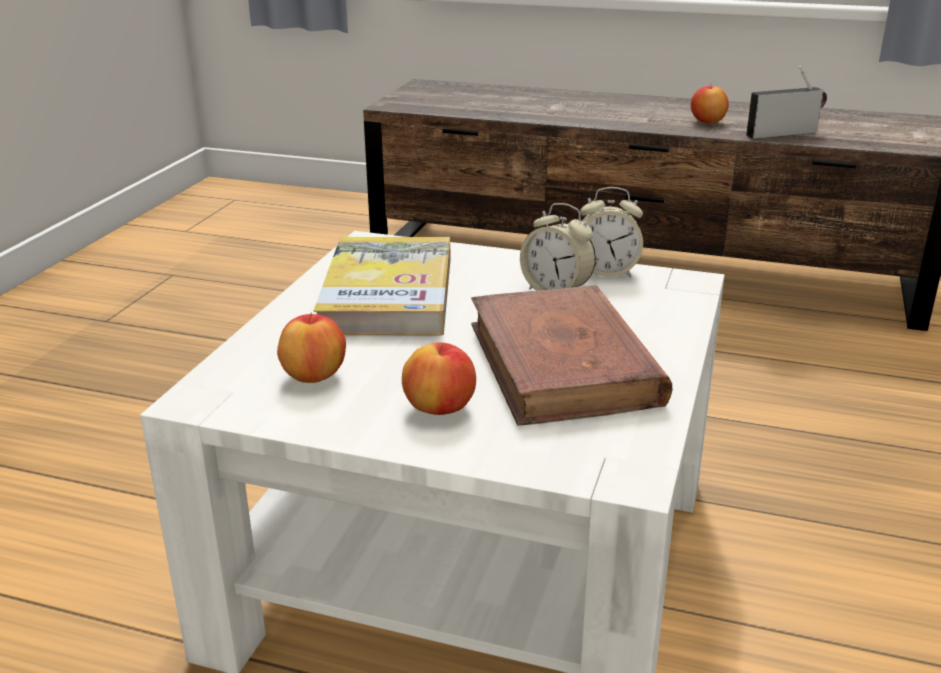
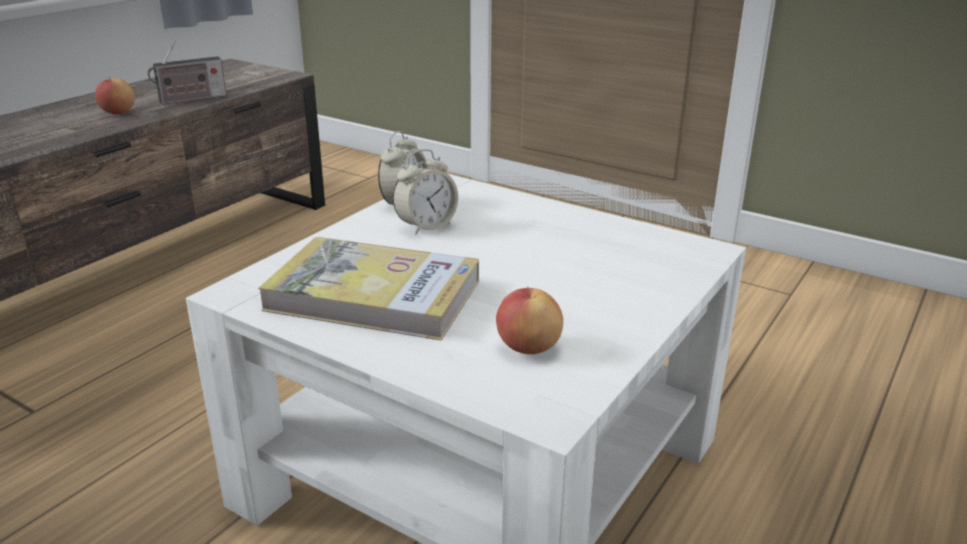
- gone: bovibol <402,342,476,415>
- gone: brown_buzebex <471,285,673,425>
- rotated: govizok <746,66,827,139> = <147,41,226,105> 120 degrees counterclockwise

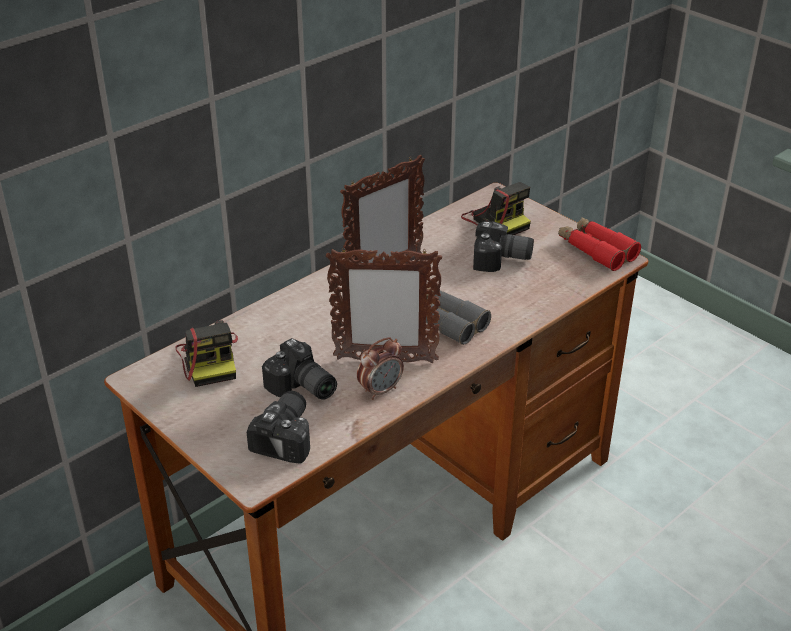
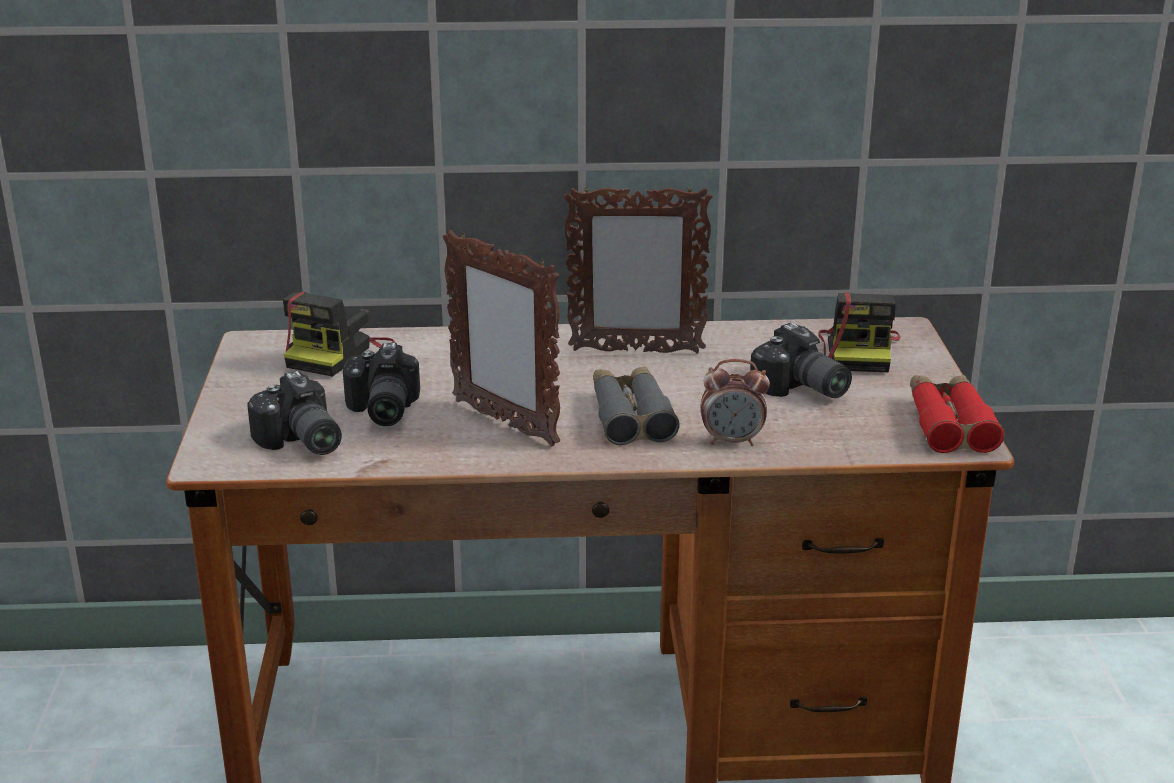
- rotated: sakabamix <246,391,310,464> = <247,371,342,455> 90 degrees clockwise
- shifted: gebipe <357,337,404,400> to <701,359,770,446>

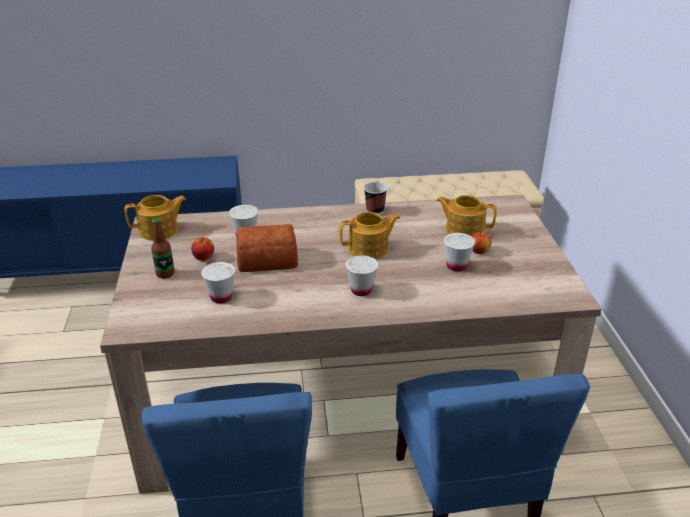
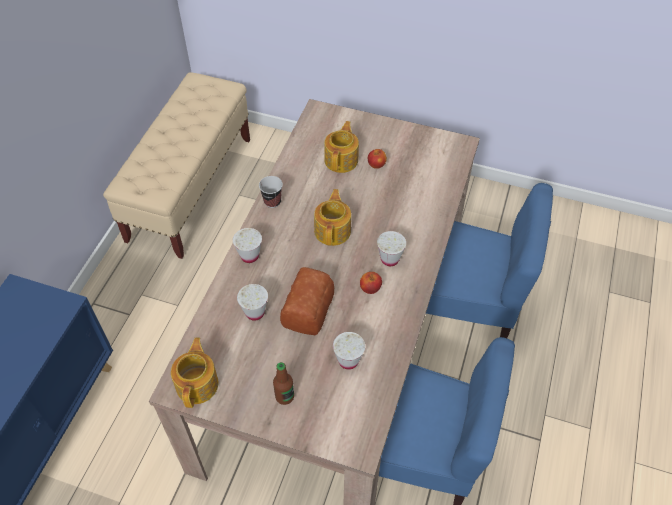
- shifted: bovibol <191,237,214,261> to <360,272,382,294>
- rotated: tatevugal <436,195,497,236> = <324,121,359,173> 150 degrees clockwise
- shifted: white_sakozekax <443,233,475,272> to <233,228,262,263>

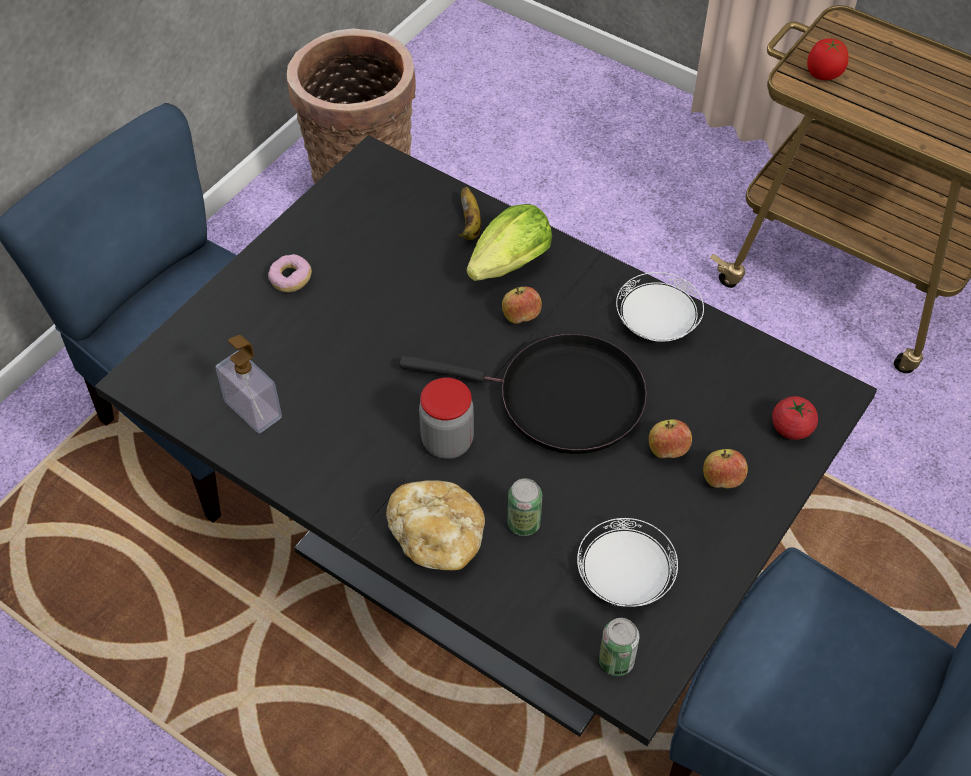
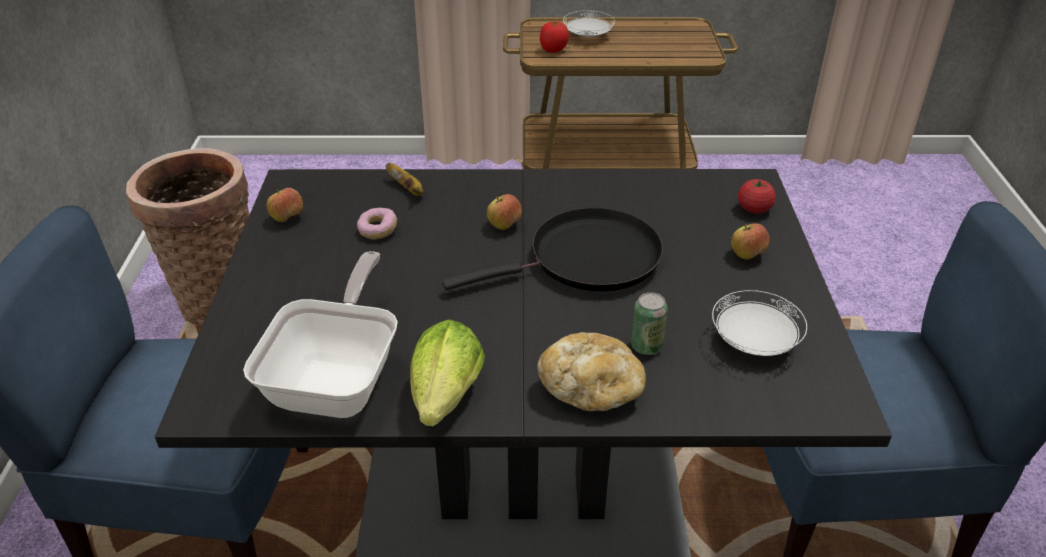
- swapped: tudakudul <216,335,282,433> to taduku <243,251,398,418>
- shifted: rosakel <268,254,312,292> to <357,208,397,240>
- gone: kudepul <419,378,474,459>
- shifted: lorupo <467,204,552,281> to <410,319,485,426>
- gone: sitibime <599,618,639,676>
- shifted: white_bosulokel <616,272,704,342> to <563,10,615,37>
- shifted: bovibol <649,419,692,458> to <266,188,303,222>

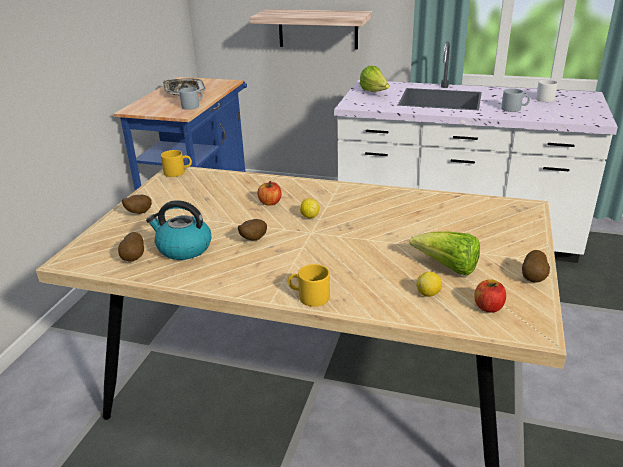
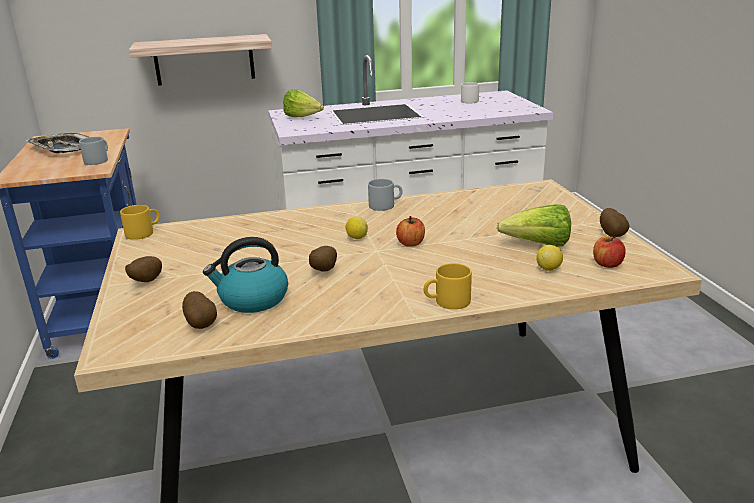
- shifted: bovibol <257,181,281,206> to <396,216,425,247>
- shifted: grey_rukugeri <501,88,530,112> to <368,179,403,211>

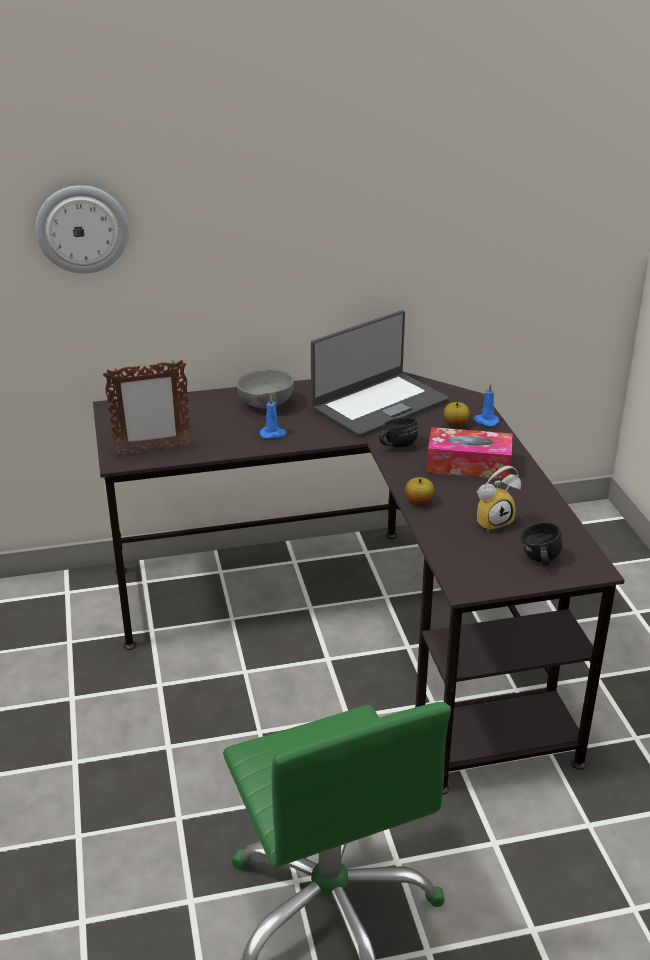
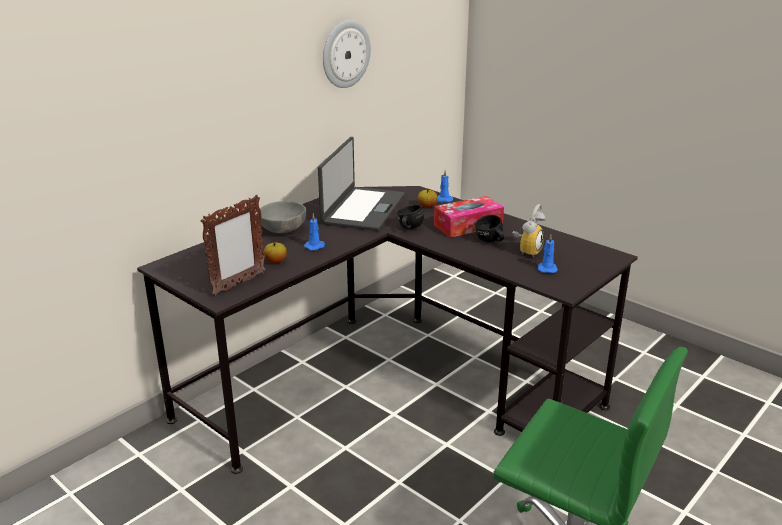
- shifted: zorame <35,185,129,274> to <323,20,371,88>
- shifted: bovibol <405,477,434,504> to <264,243,287,263>
- shifted: black_rukugeri <521,522,562,566> to <475,215,504,242>
- new: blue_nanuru <538,235,558,273>

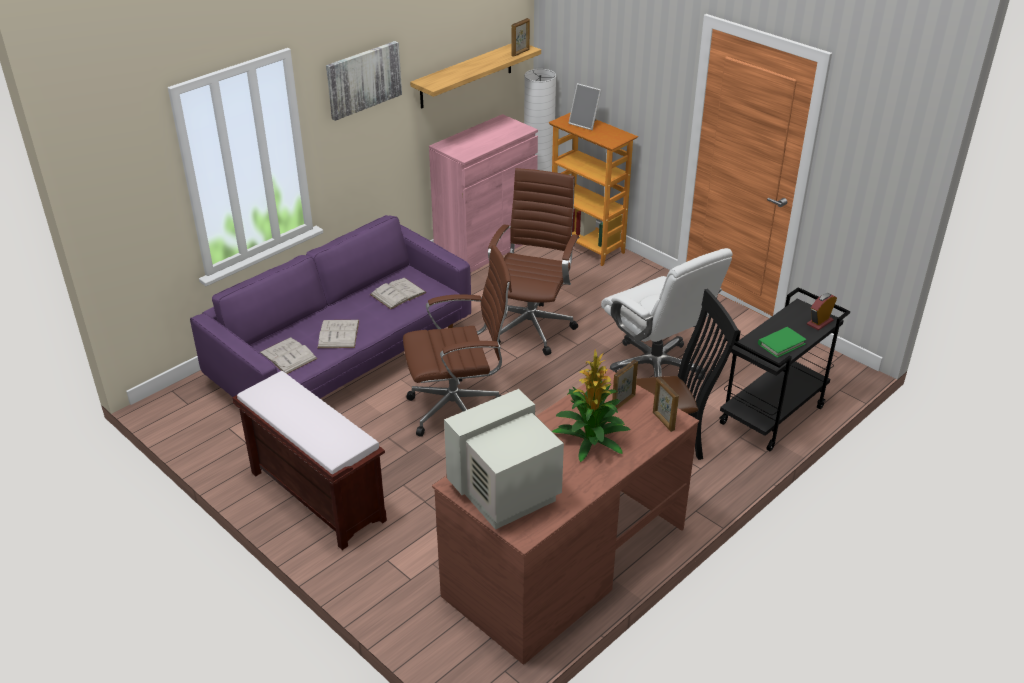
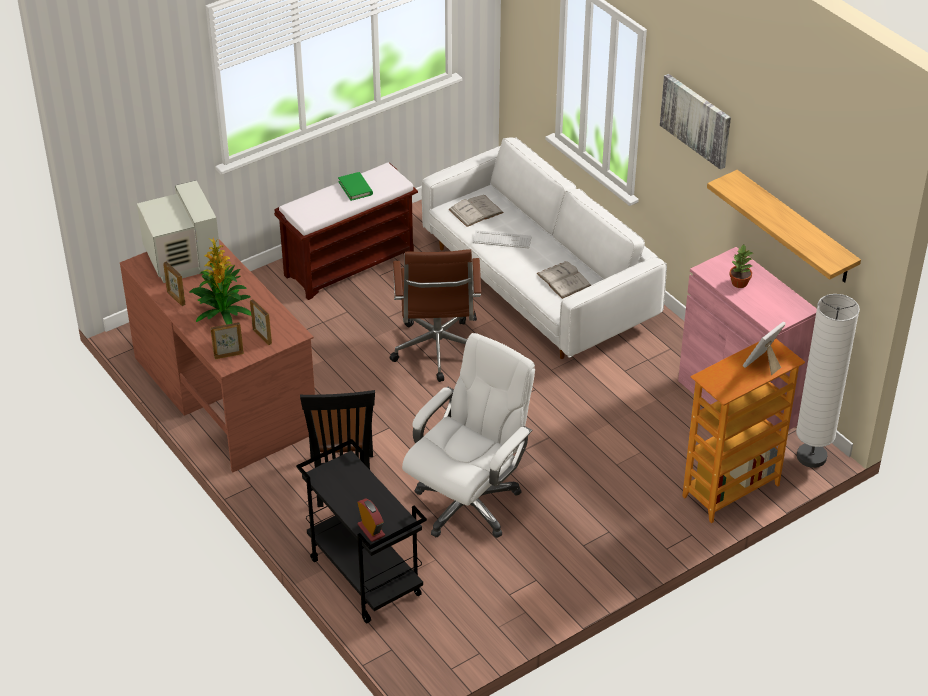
- repainted: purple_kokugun <190,215,471,398> to white_kokugun <422,137,667,359>
- swapped: white_buzebex <318,320,359,348> to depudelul <473,230,532,249>
- gone: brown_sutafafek <488,168,580,356>
- shifted: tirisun <511,18,530,57> to <163,261,185,306>
- rotated: white_sutafafek <601,248,733,380> = <402,333,535,538> 150 degrees clockwise
- shifted: green_buzebex <758,327,807,358> to <338,172,373,201>
- new: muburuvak <729,245,753,288>

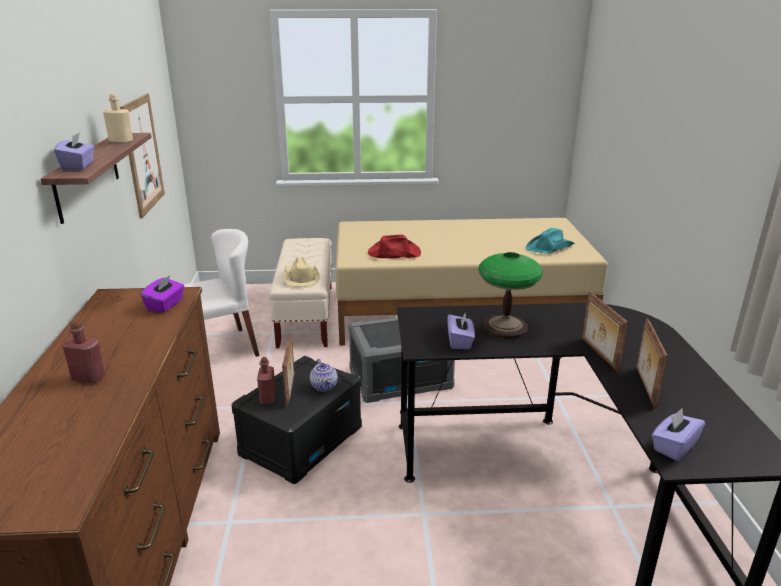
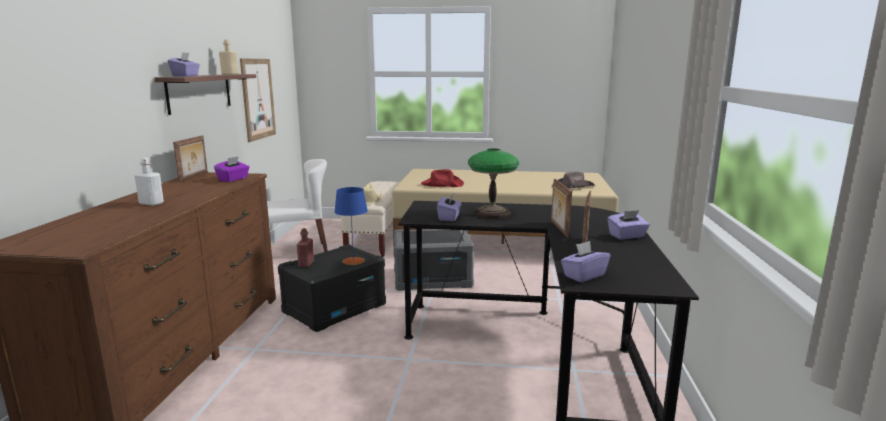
- repainted: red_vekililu <62,321,105,384> to white_vekililu <134,157,164,206>
- shifted: tirisun <282,334,295,408> to <173,135,208,183>
- swapped: tatevugal <310,359,338,392> to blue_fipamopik <334,187,368,265>
- repainted: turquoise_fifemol <526,228,575,253> to brown_fifemol <552,171,594,189>
- new: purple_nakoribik <607,210,650,239>

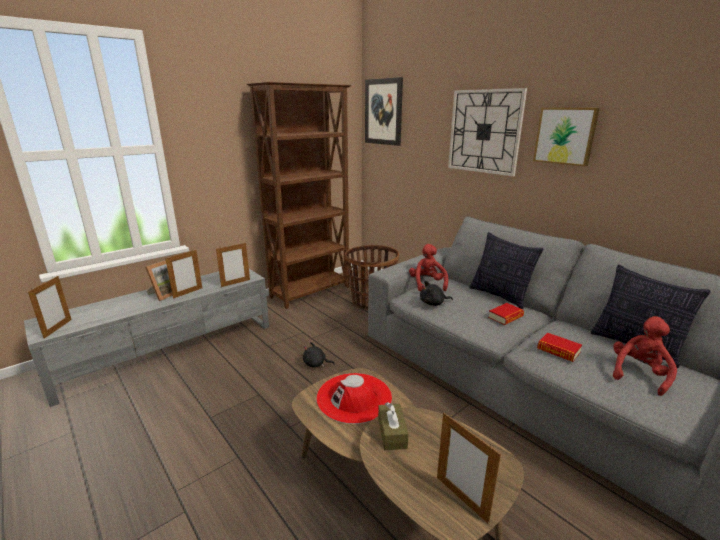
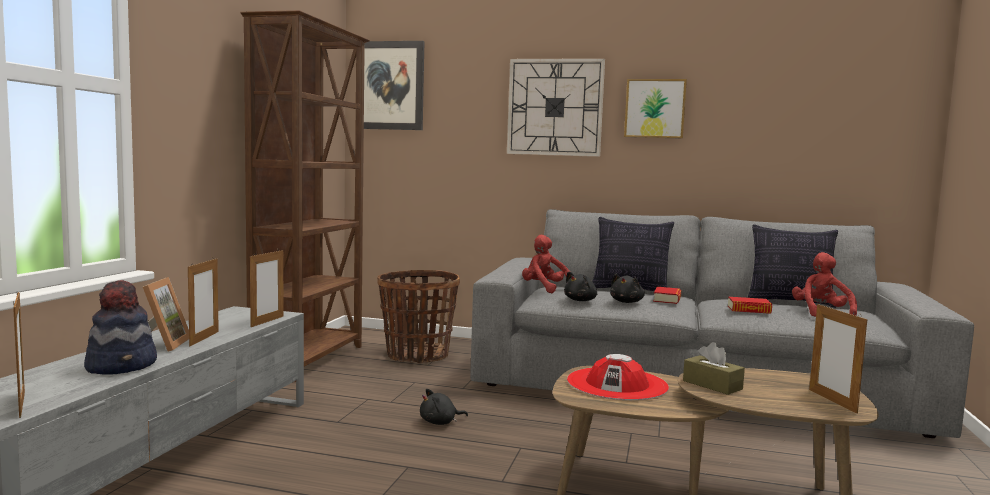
- rotated: tirisun <437,413,501,524> = <809,303,867,414> 60 degrees clockwise
- new: fifemol <84,280,157,375>
- new: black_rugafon <610,274,645,303>

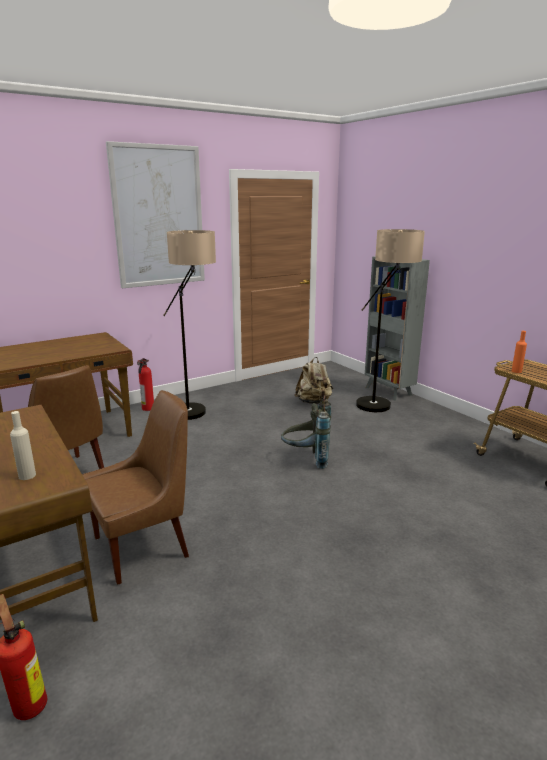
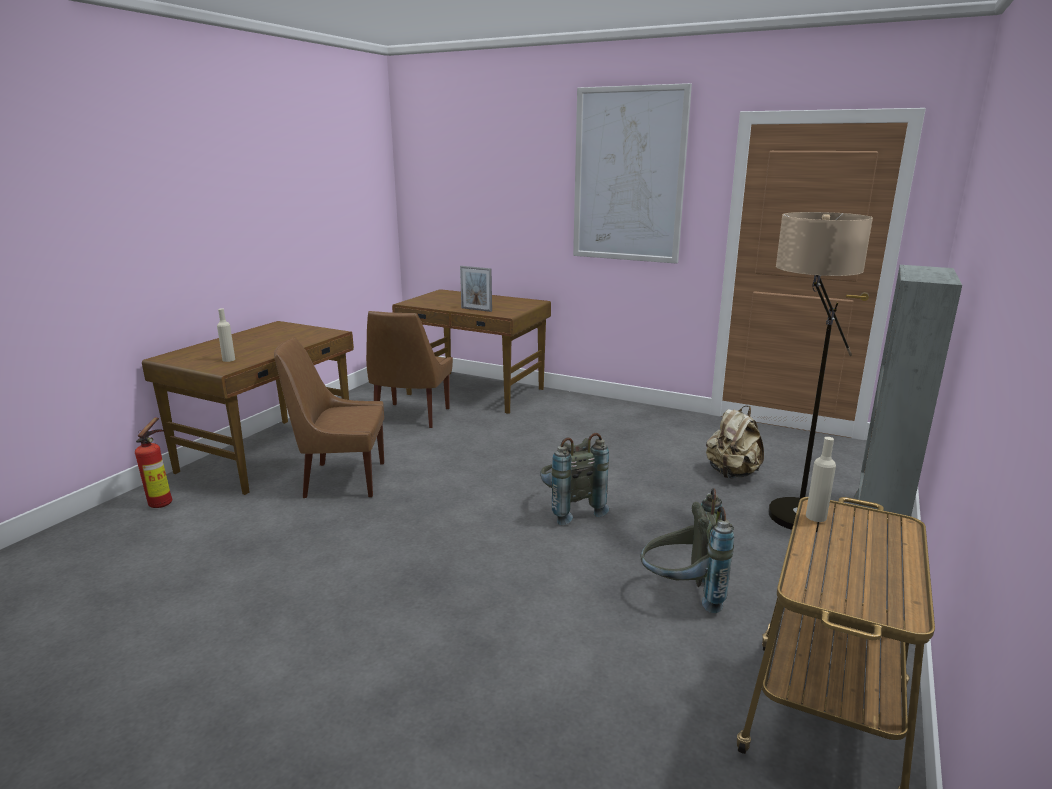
- rotated: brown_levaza <82,390,189,585> = <274,338,384,498> 150 degrees clockwise
- gone: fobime <137,358,154,411>
- gone: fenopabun <163,230,216,420>
- repainted: orange_vekililu <512,331,527,373> to beige_vekililu <806,437,836,522>
- new: tirisun <460,266,492,312>
- new: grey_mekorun <640,488,734,613>

